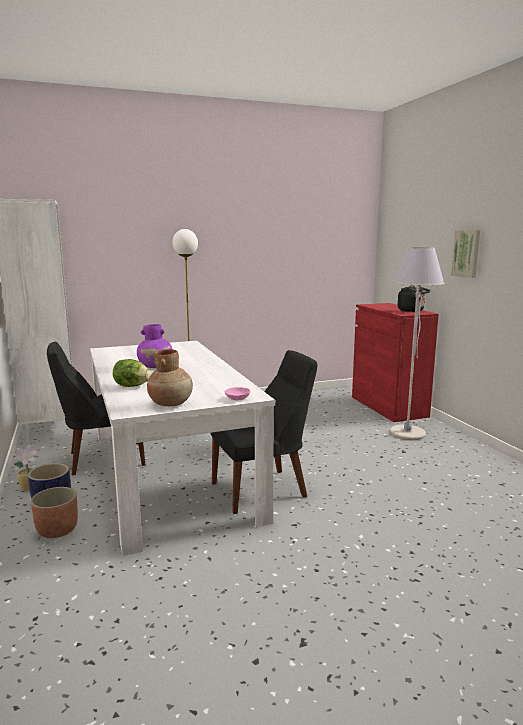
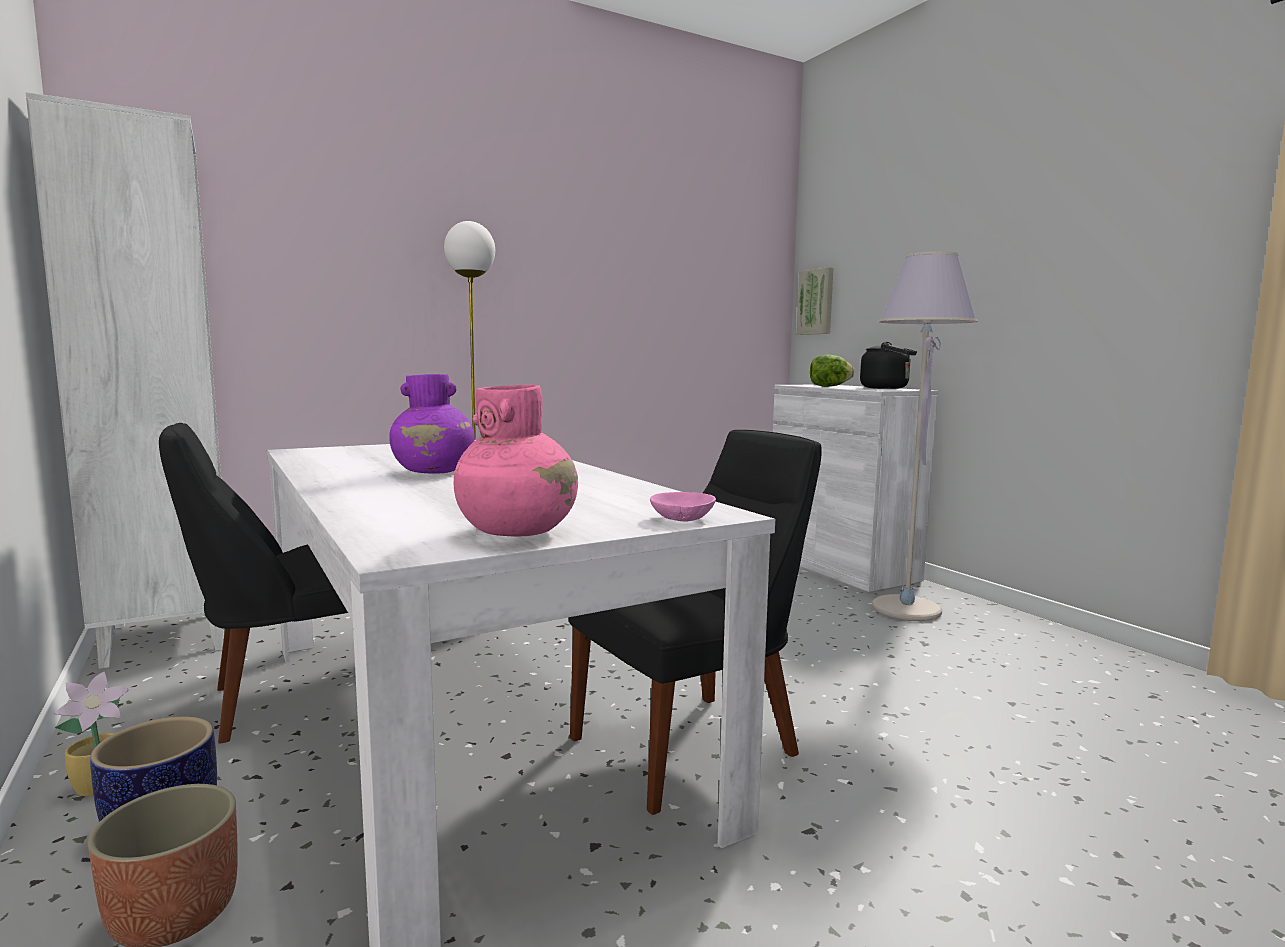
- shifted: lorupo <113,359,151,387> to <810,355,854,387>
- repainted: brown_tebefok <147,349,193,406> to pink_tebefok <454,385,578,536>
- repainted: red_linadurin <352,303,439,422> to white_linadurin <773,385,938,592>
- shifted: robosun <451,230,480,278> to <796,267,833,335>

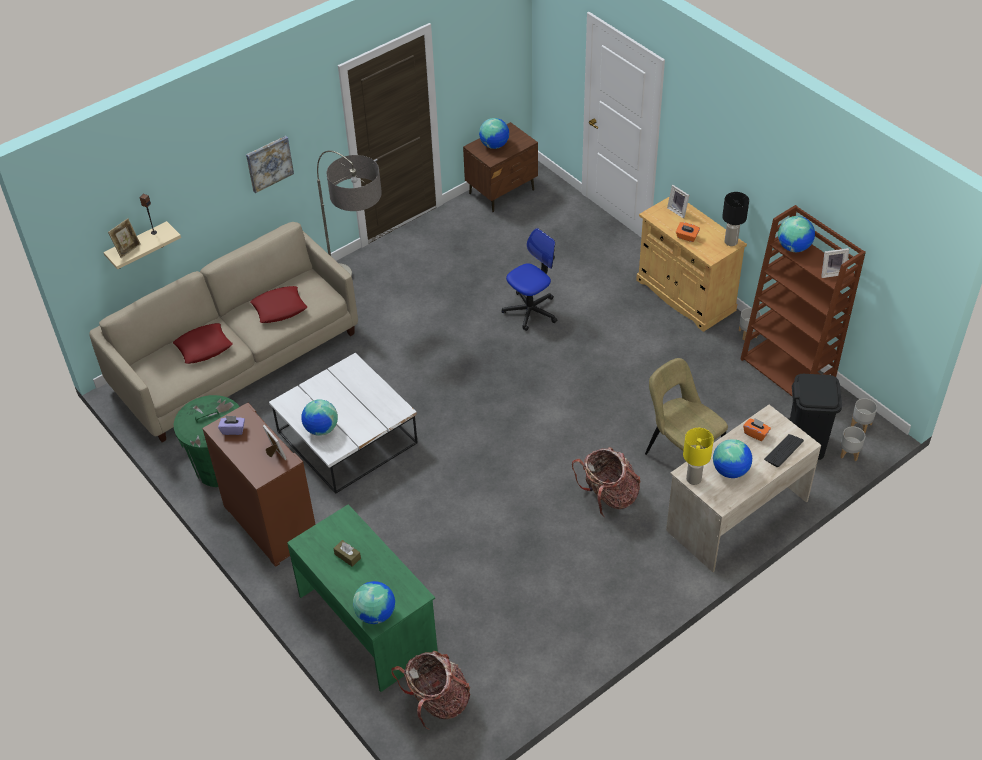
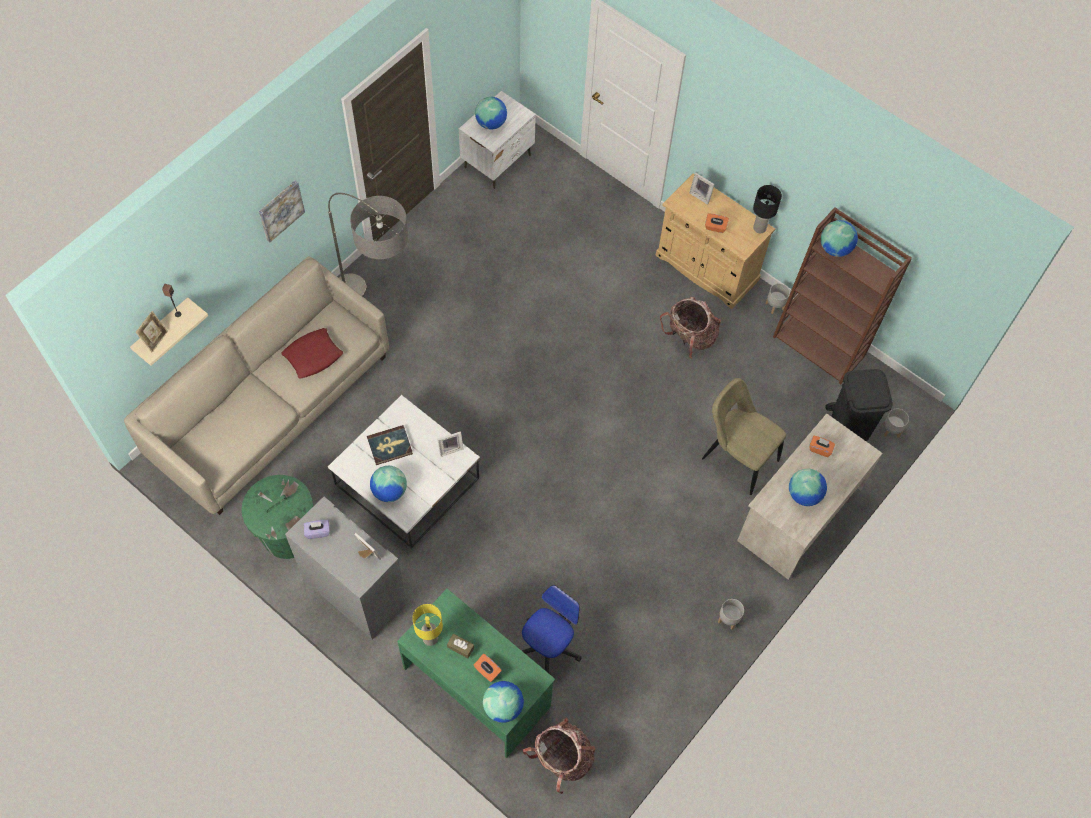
- gone: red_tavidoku <173,323,233,364>
- repainted: brown_linadurin <202,403,316,567> to grey_linadurin <285,497,407,639>
- repainted: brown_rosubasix <463,122,538,212> to white_rosubasix <459,91,536,189>
- shifted: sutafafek <501,228,557,331> to <522,585,582,675>
- shifted: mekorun <572,447,641,517> to <660,297,721,359>
- shifted: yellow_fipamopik <683,428,714,485> to <412,604,443,646>
- gone: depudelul <764,434,804,467>
- shifted: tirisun <821,248,849,278> to <437,431,464,457>
- shifted: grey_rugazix <851,398,877,433> to <718,599,744,630>
- new: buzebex <367,425,413,465>
- new: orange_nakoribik <473,654,502,682>

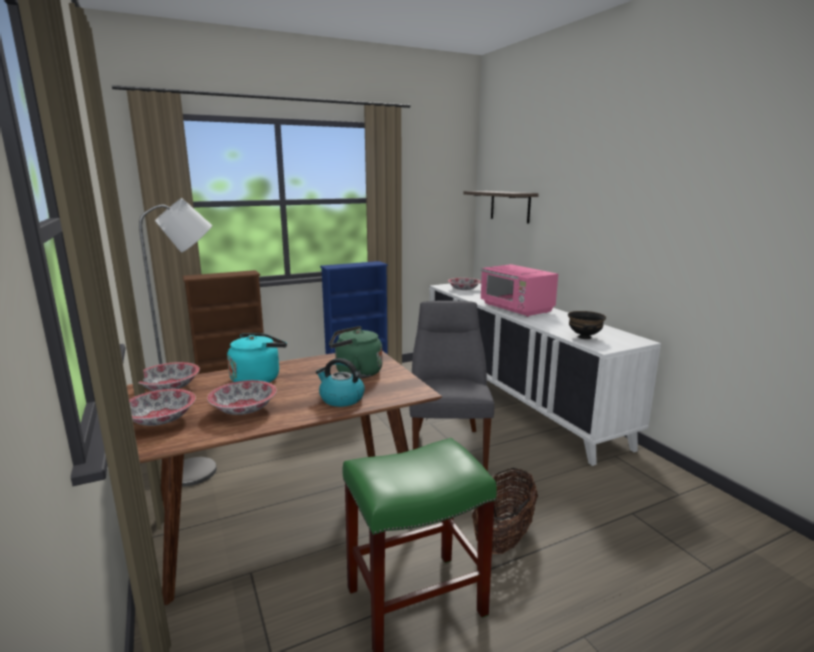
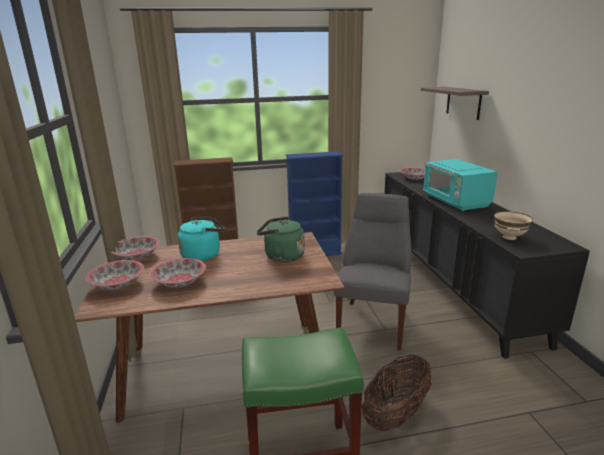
- gone: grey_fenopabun <139,198,217,487>
- gone: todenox <316,358,365,407>
- repainted: white_linadurin <429,283,661,466> to black_linadurin <384,172,590,359>
- repainted: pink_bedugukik <480,264,558,317> to turquoise_bedugukik <423,159,498,211>
- repainted: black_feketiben <568,311,606,339> to beige_feketiben <494,211,533,240>

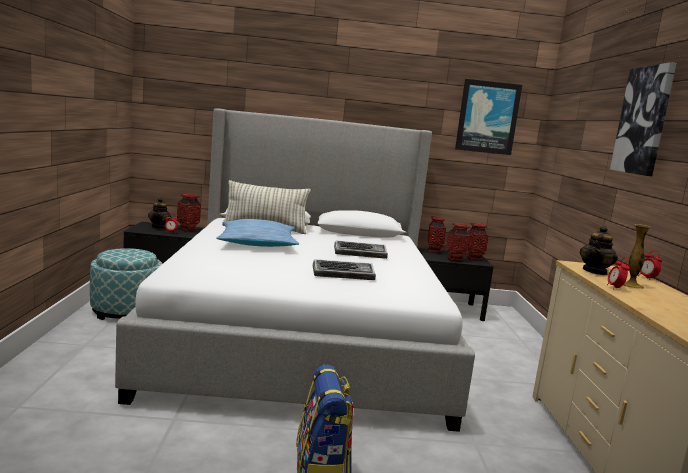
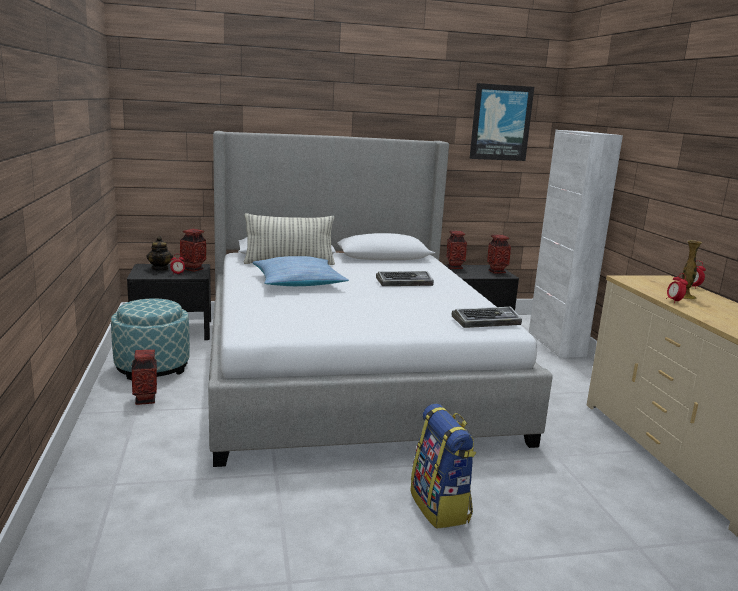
- shifted: depudelul <313,259,376,280> to <452,307,522,328>
- shifted: tebefok <446,223,470,262> to <132,349,157,405>
- gone: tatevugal <580,226,618,275>
- gone: robosun <610,62,677,176>
- new: white_linadurin <529,130,623,358>

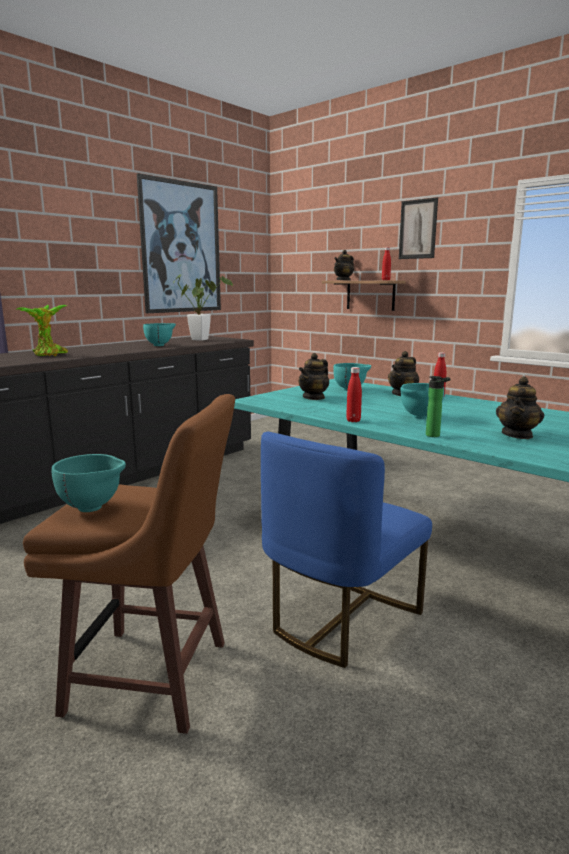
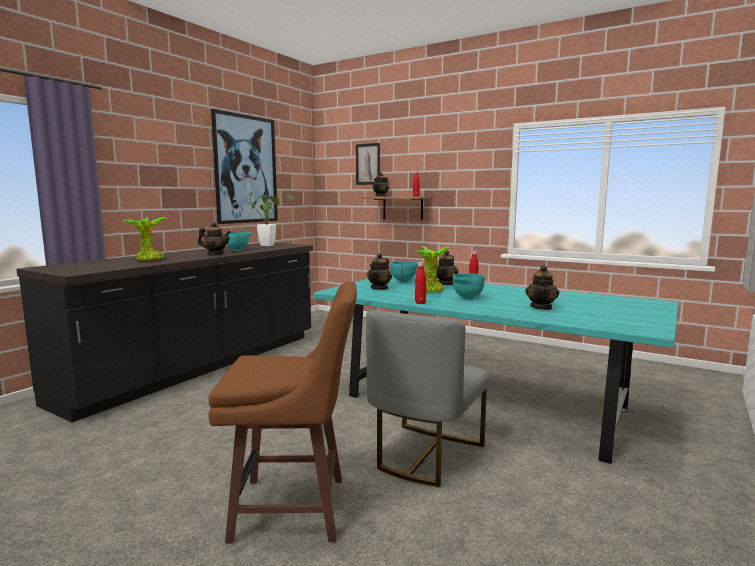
- gone: turquoise_feketiben <52,454,126,512>
- repainted: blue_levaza <261,431,432,668> to grey_levaza <366,310,489,487>
- shifted: robosun <399,197,438,259> to <356,143,380,185>
- gone: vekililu <426,376,450,437>
- new: tatevugal <198,222,231,254>
- new: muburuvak <416,246,451,292>

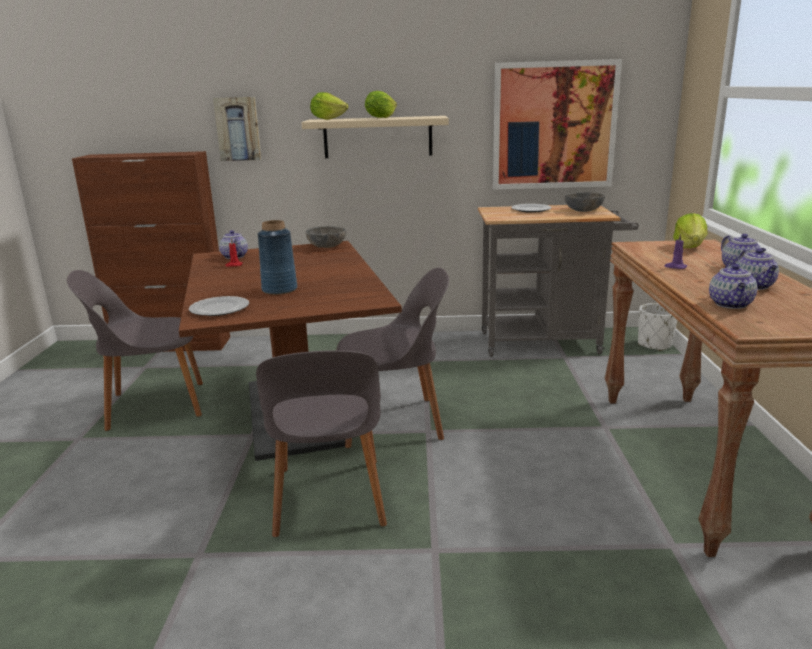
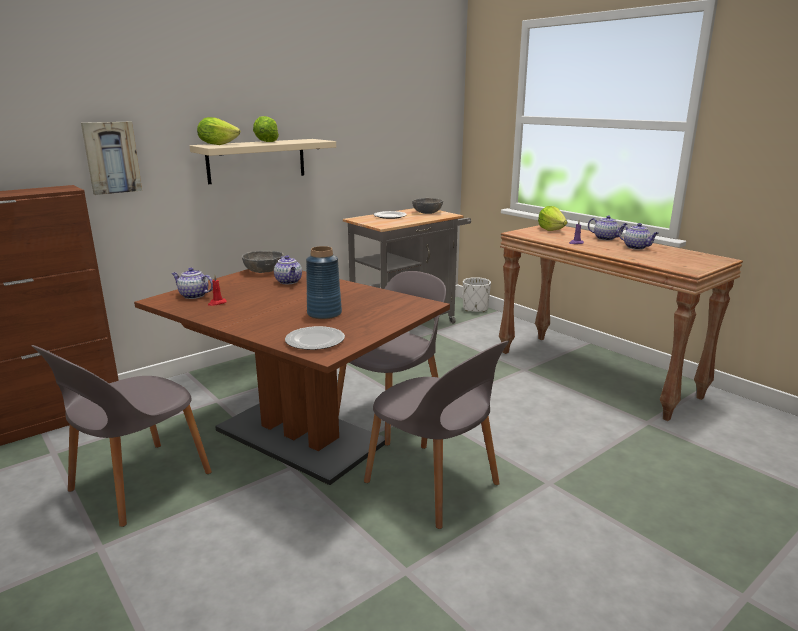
- gone: robosun <493,59,622,190>
- shifted: tatevugal <709,264,757,309> to <274,255,302,284>

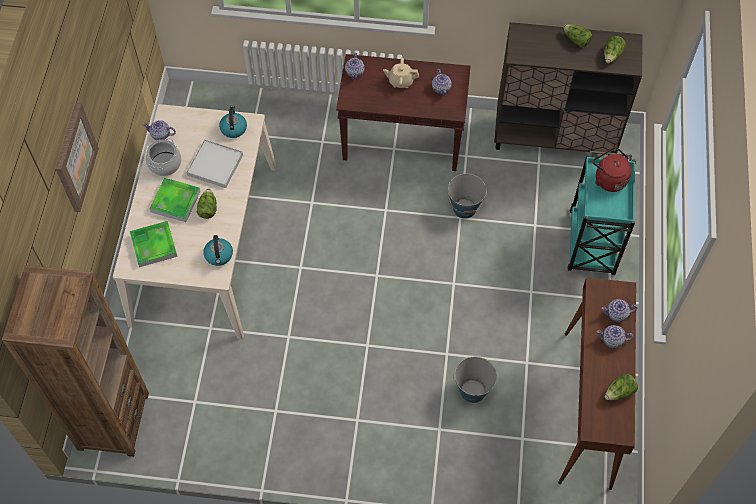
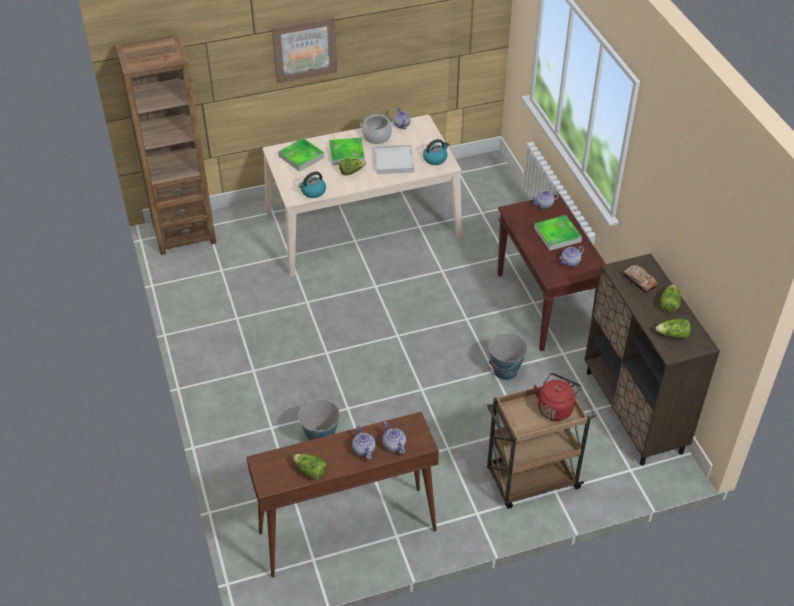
- swapped: beige_tatevugal <383,57,419,88> to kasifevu <534,215,582,251>
- repainted: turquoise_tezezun <567,151,636,275> to brown_tezezun <487,381,596,509>
- new: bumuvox <623,265,658,294>

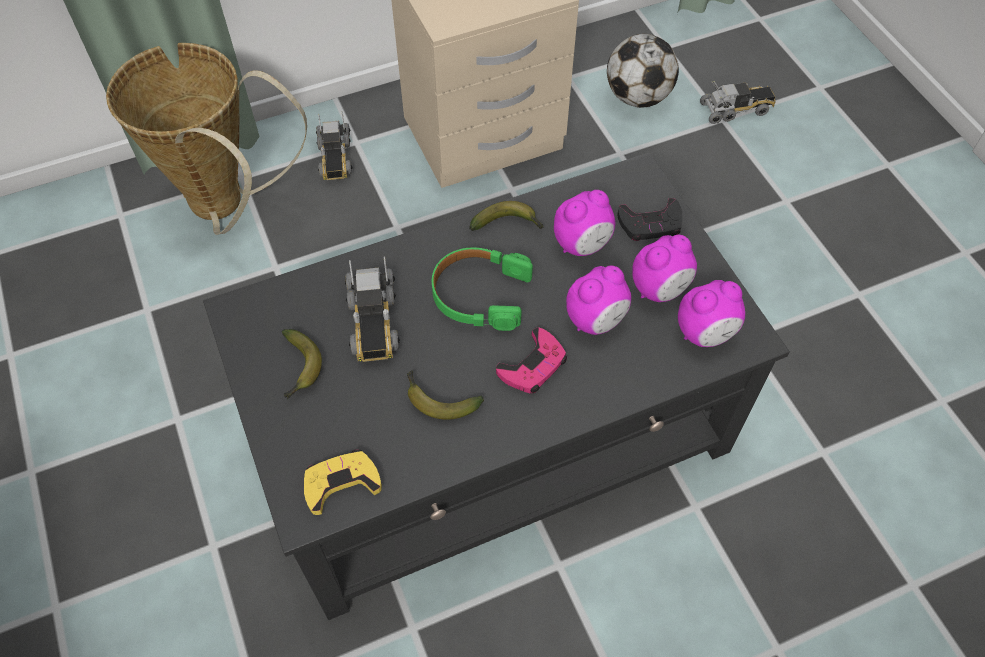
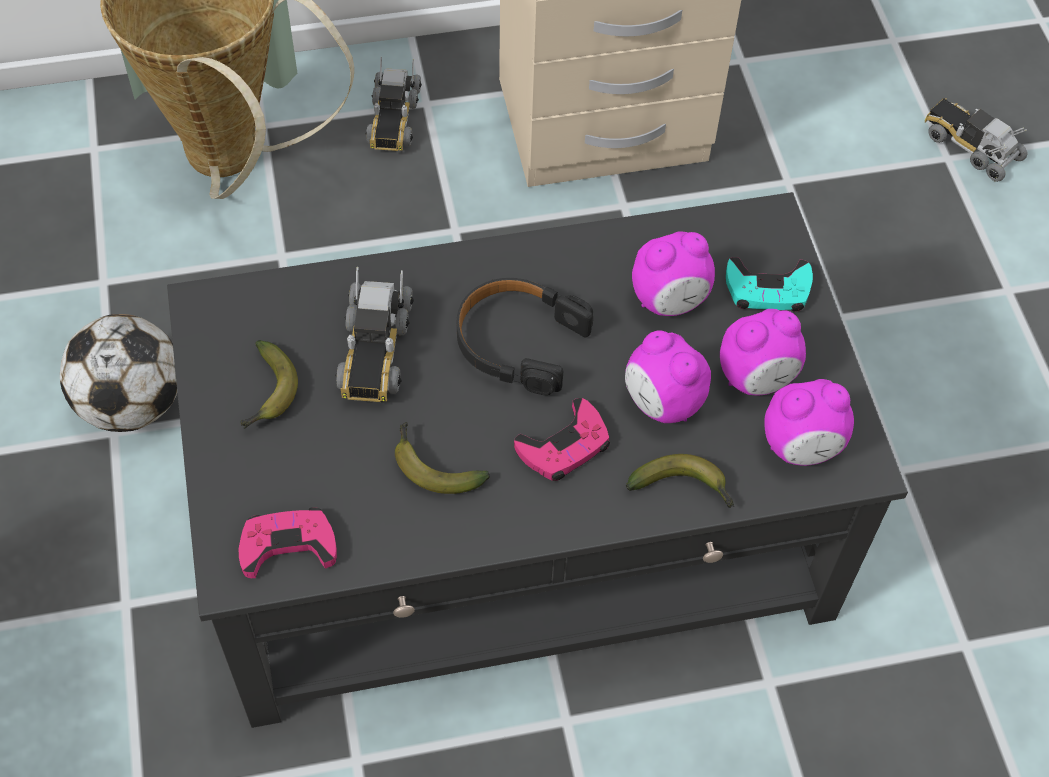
- repainted: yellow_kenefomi <304,449,382,515> to pink_kenefomi <239,507,337,578>
- repainted: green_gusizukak <432,247,533,331> to black_gusizukak <457,278,593,395>
- shifted: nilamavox <469,201,544,231> to <626,454,734,508>
- rotated: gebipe <566,266,631,335> = <625,330,711,423> 75 degrees clockwise
- shifted: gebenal <607,34,679,108> to <60,314,177,432>
- repainted: black_kenefomi <618,198,682,241> to turquoise_kenefomi <726,257,813,311>
- rotated: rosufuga <700,81,776,124> = <924,98,1027,182> 135 degrees counterclockwise

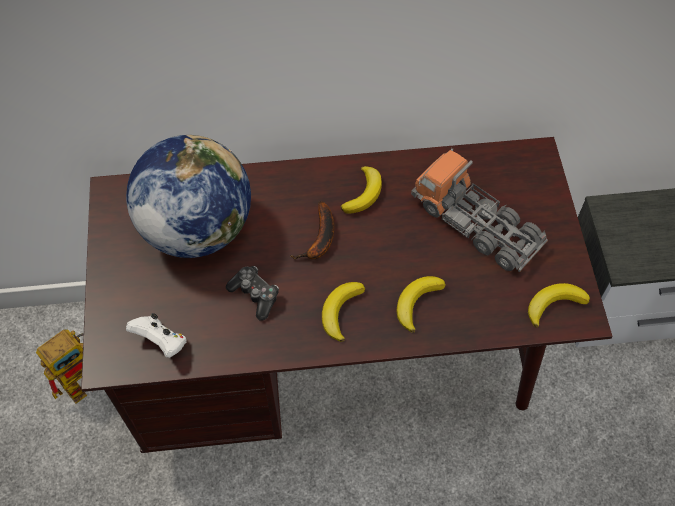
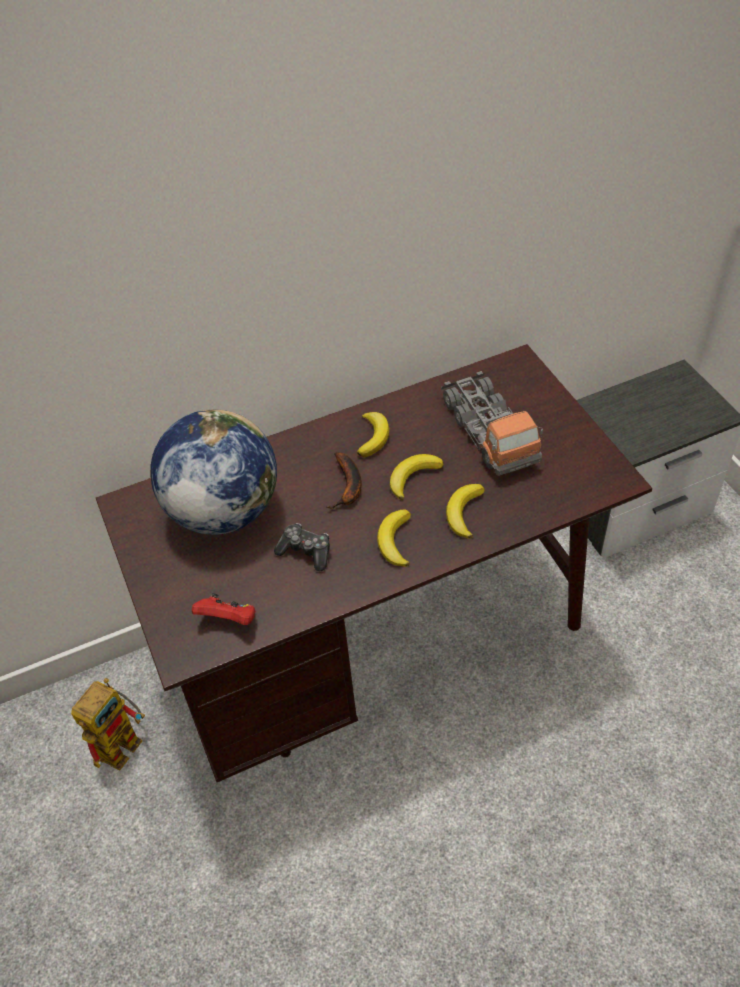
- repainted: white_kenefomi <126,313,187,358> to red_kenefomi <192,593,256,625>
- rotated: rosufuga <411,149,548,272> = <441,371,543,476> 135 degrees counterclockwise
- shifted: nilamavox <528,283,590,328> to <390,454,443,500>

